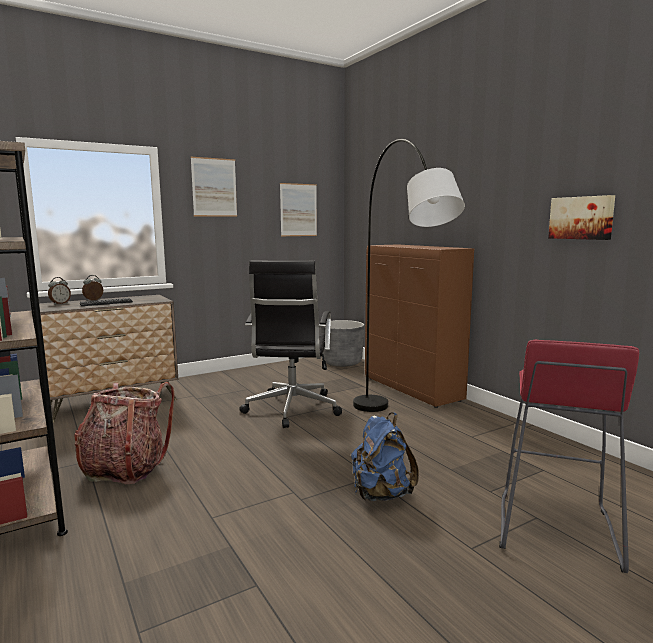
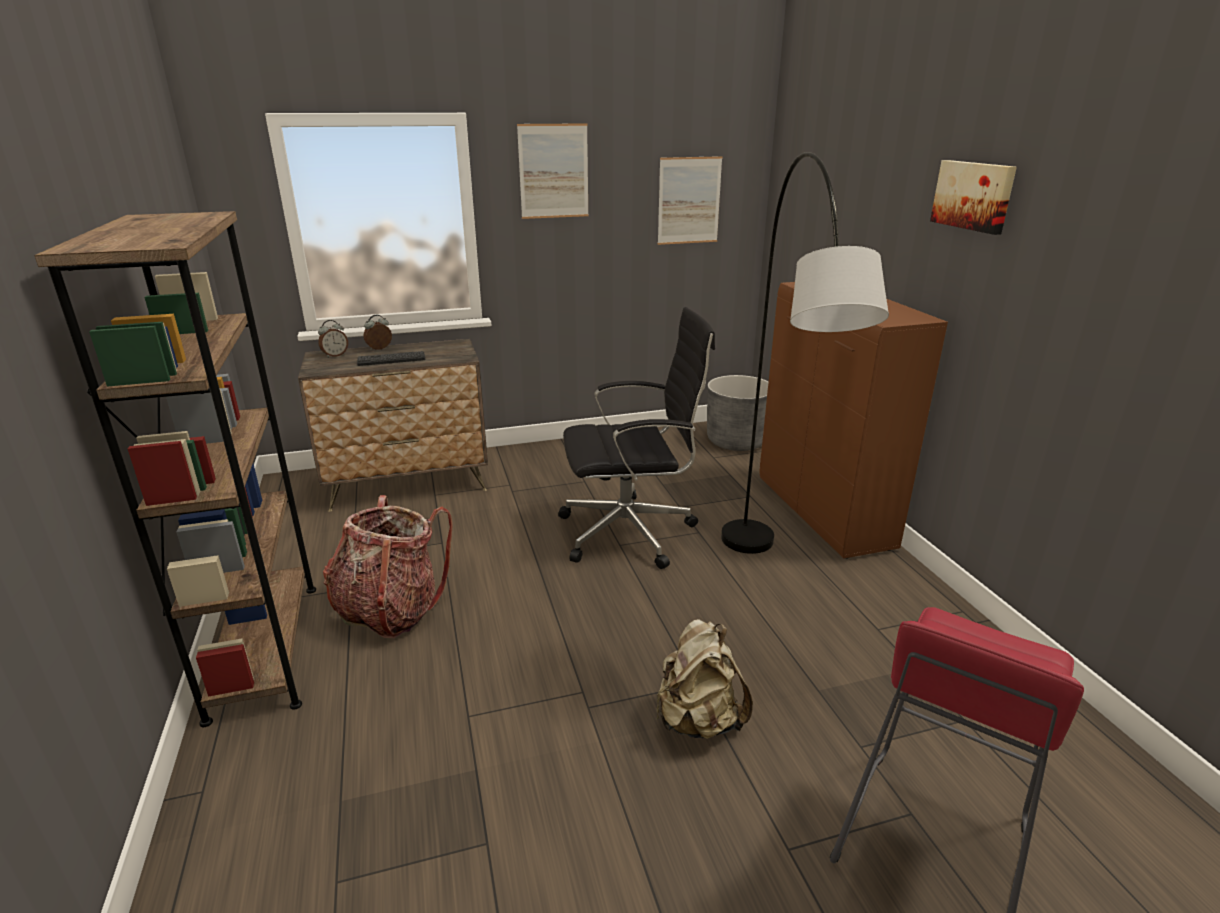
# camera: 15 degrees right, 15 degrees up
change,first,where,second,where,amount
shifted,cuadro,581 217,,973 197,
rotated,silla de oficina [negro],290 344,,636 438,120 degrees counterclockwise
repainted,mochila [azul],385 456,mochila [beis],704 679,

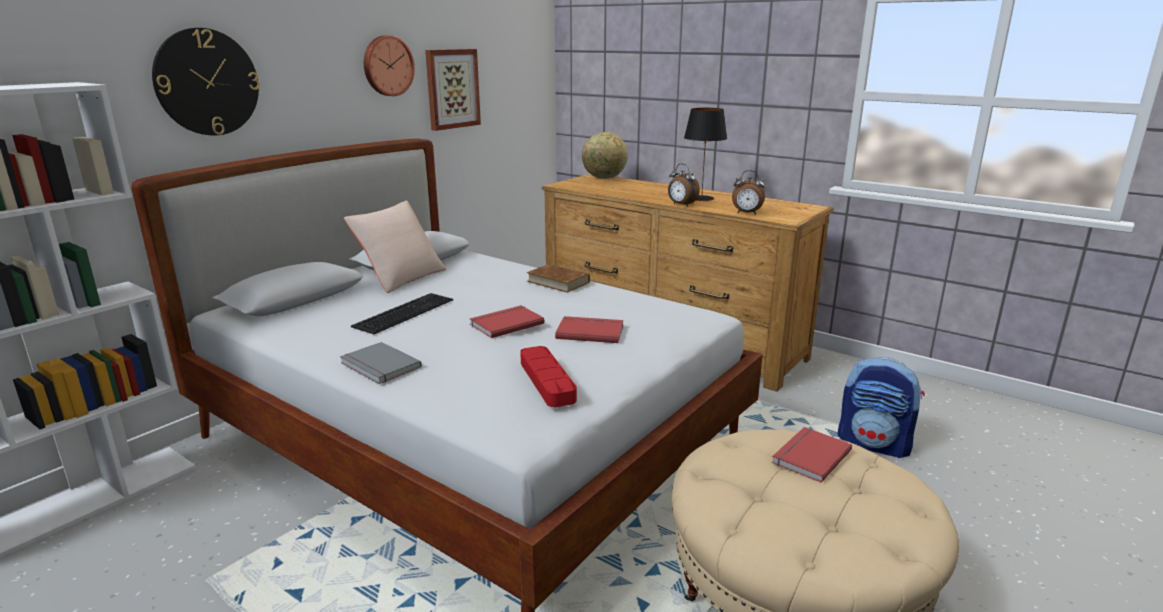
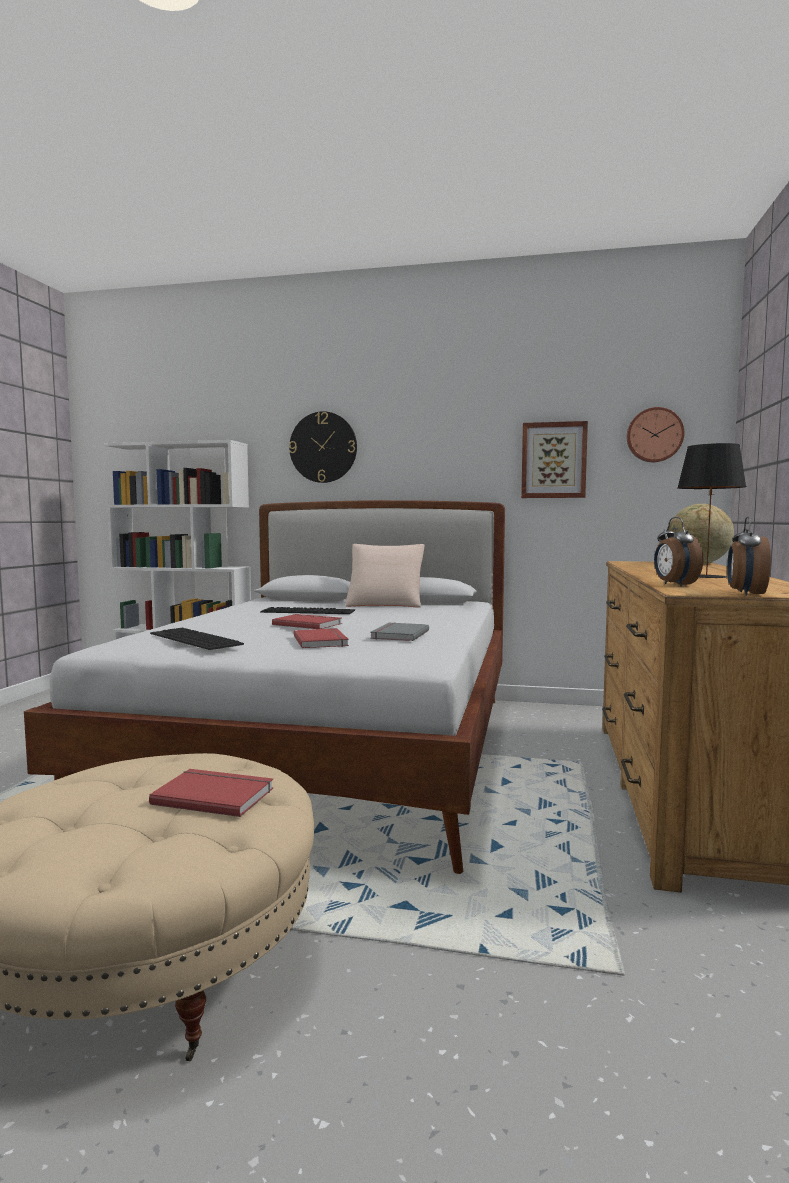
# camera: 65 degrees right, 15 degrees down
change,first,where,second,where,amount
shifted,reloj de pared,389 65,,655 434,
shifted,despertador,684 185,,749 556,
gone,libro [marrón],558 278,,,
shifted,libro [gris],381 363,,399 631,
swapped,bandeja [rojo],548 376,teclado,197 639,
gone,mochila,881 408,,,

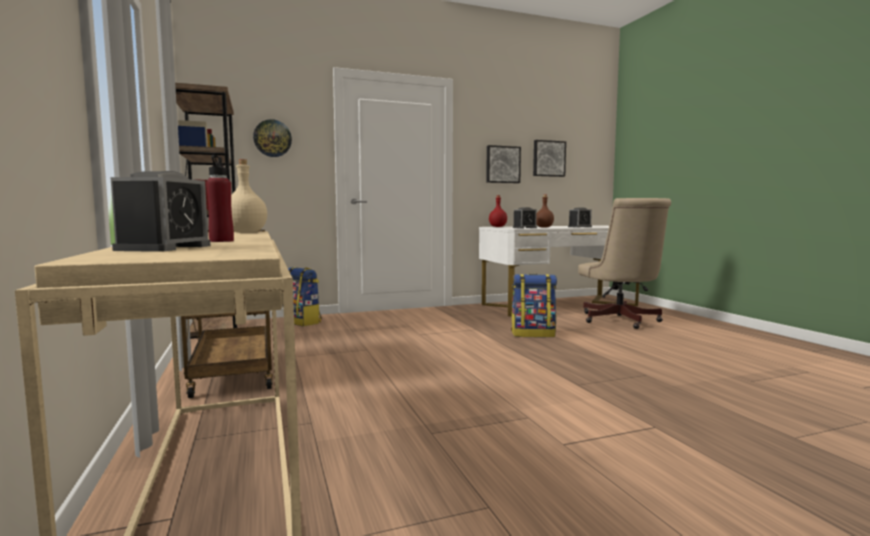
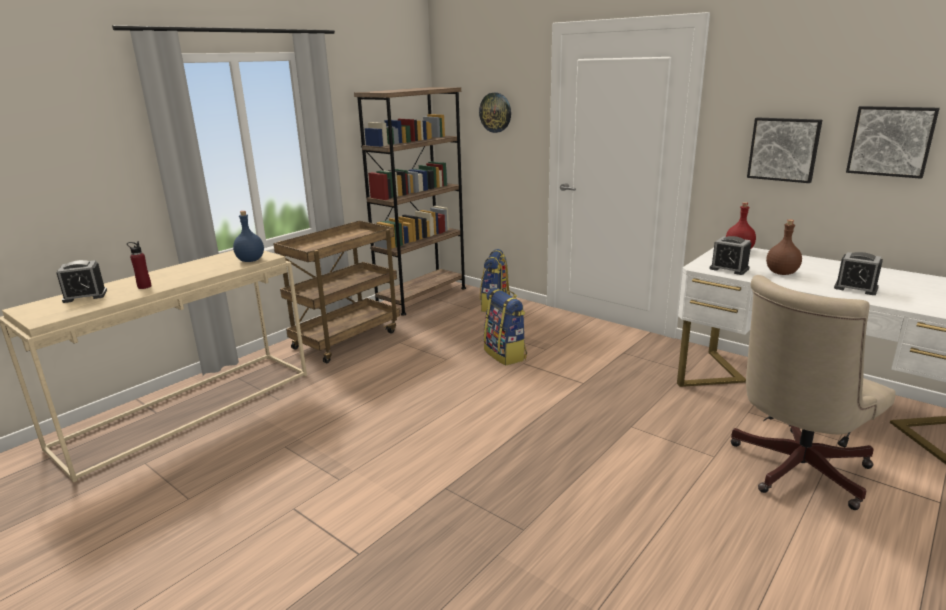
# camera: 60 degrees right, 15 degrees up
change,first,where,second,where,amount
repainted,botella [beis],249 196,botella [azul],248 236,
shifted,mochila,534 305,,505 327,

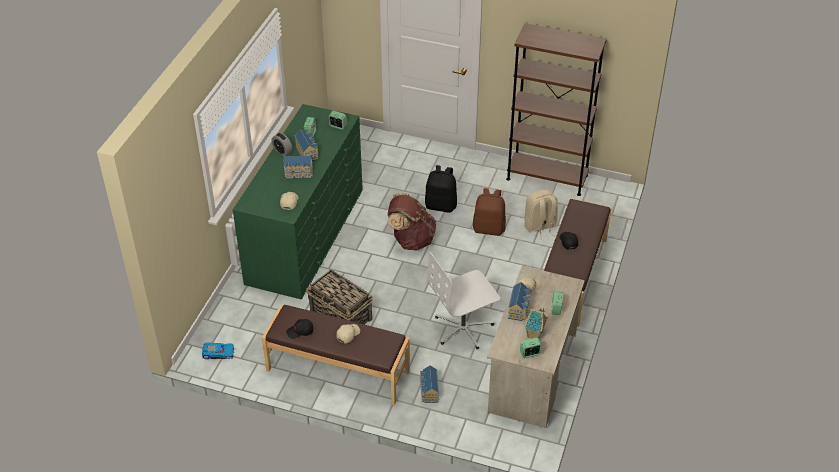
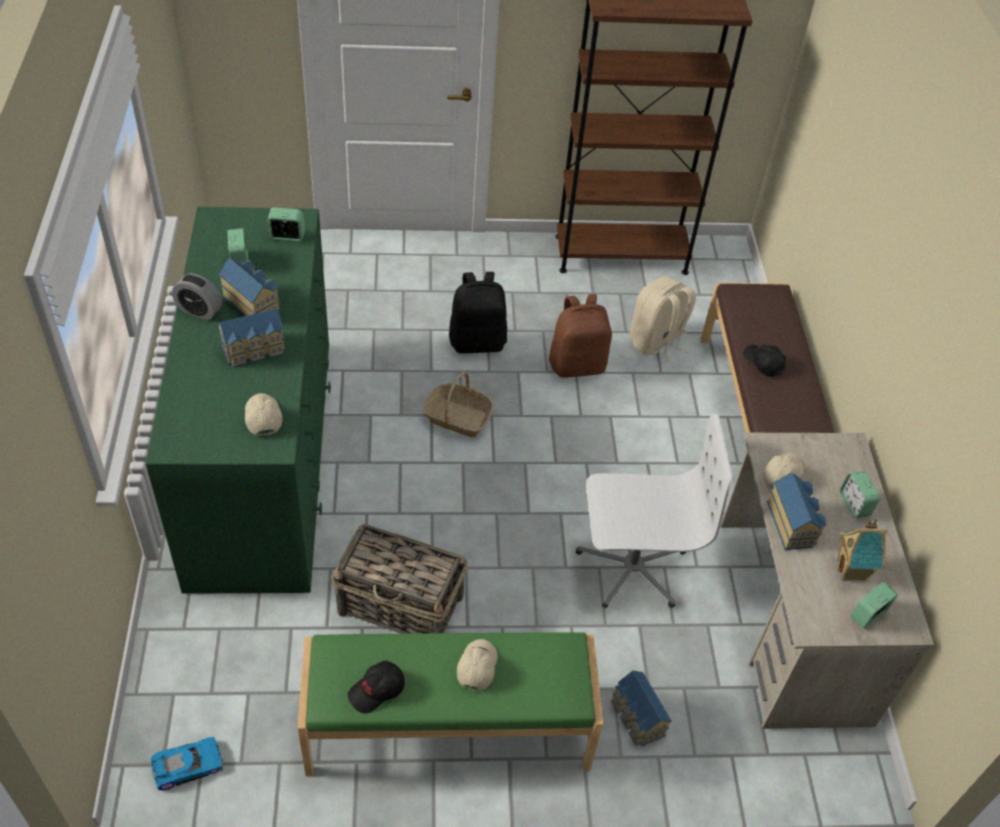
# camera: 25 degrees left, 5 degrees up
change,first,where,second,where,amount
swapped,mochila [marrón],412 221,cesta,458 404,
rotated,silla de oficina [blanco],463 300,,654 511,135 degrees counterclockwise
repainted,banco [marrón],336 355,banco [verde],450 704,

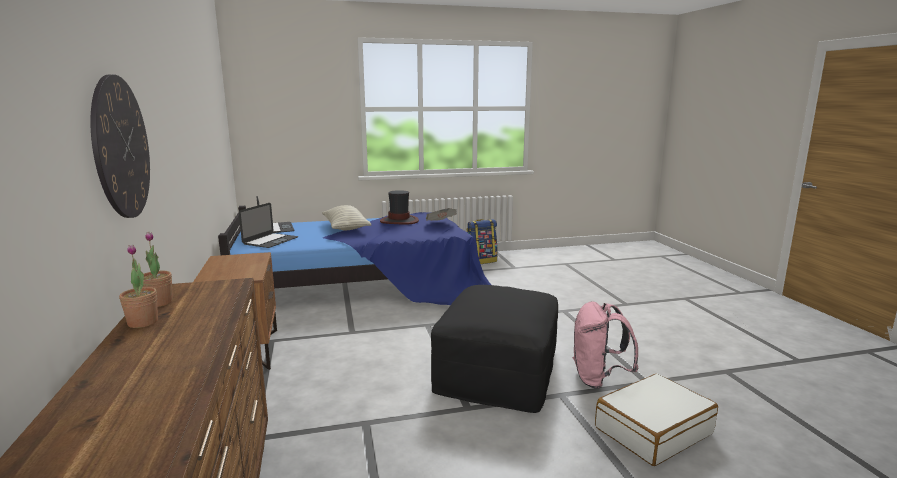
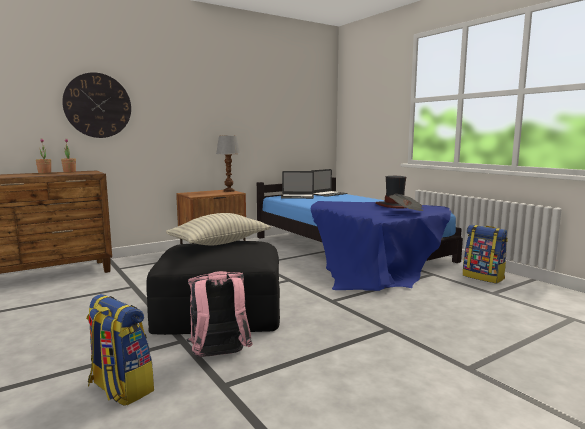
# camera: 70 degrees right, 5 degrees down
change,first,where,second,where,amount
shifted,cojín,347 217,,218 229,
swapped,maleta [blanco],656 420,mochila,120 350,
new,,,lámpara de mesa,228 164,

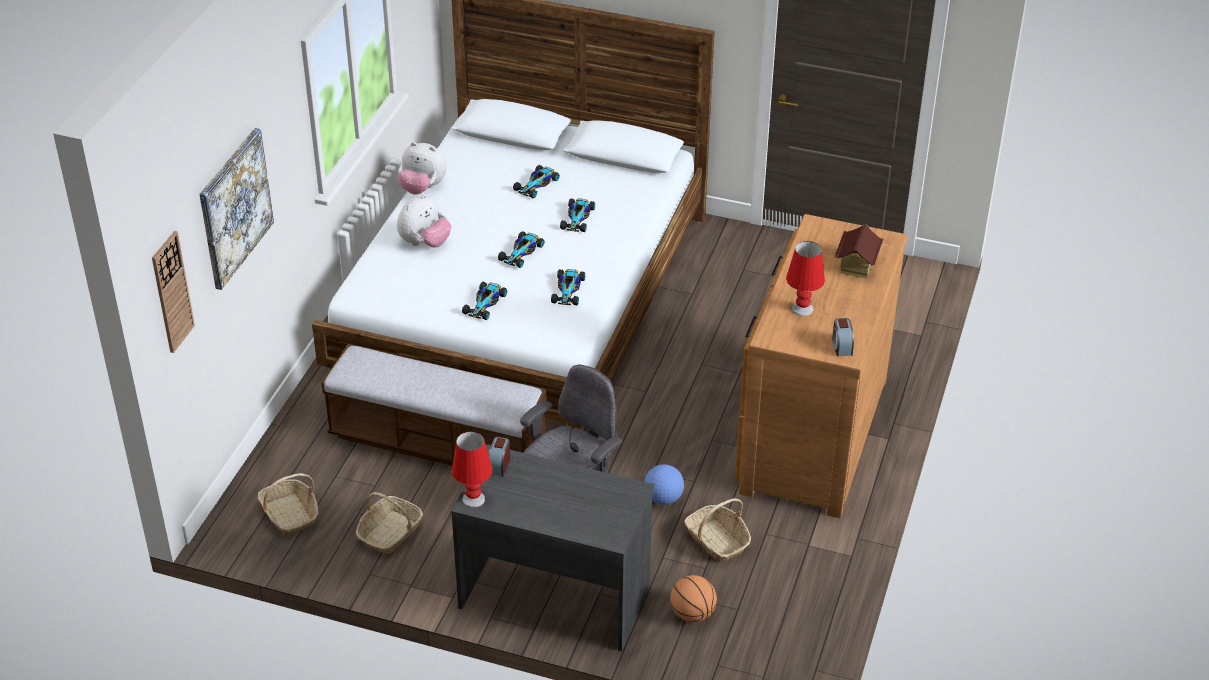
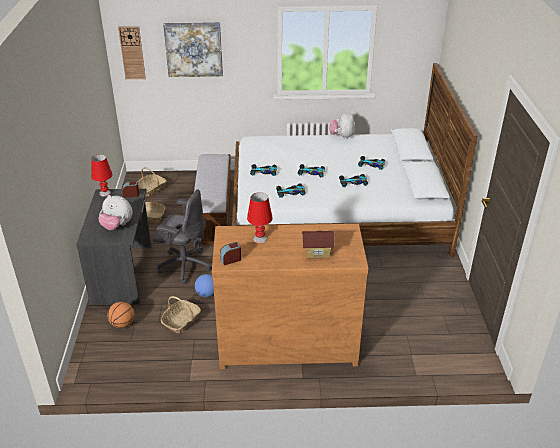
# camera: 70 degrees right, 5 degrees down
change,first,where,second,where,amount
shifted,peluche,424 221,,115 212,

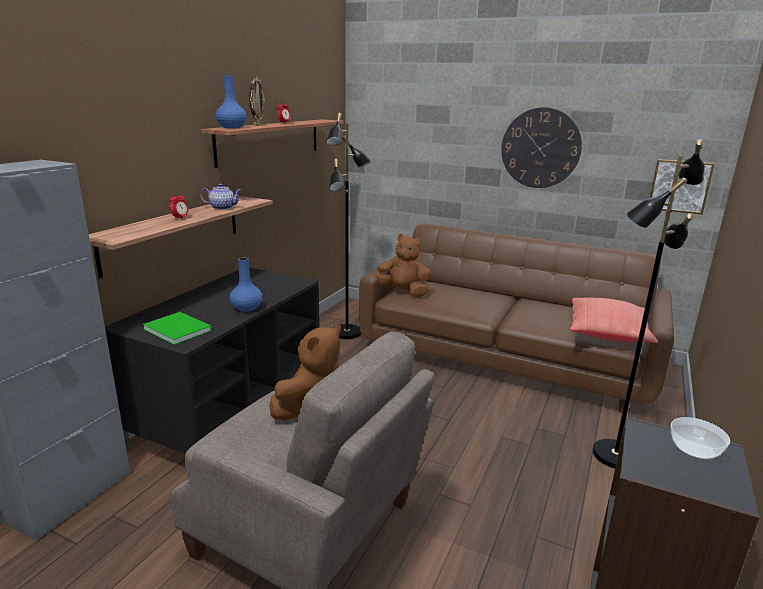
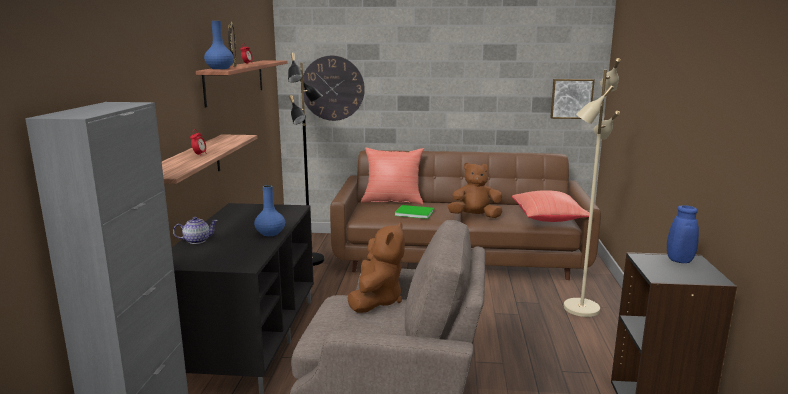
# camera: 20 degrees left, 5 degrees down
change,first,where,second,where,amount
shifted,reloj de pared,541 147,,333 88,
repainted,lámpara de pie [negro],649 303,lámpara de pie [beis],592 187,
shifted,tetera,221 196,,195 230,
shifted,peluche [marrón],403 265,,475 190,
shifted,libro [verde],177 328,,414 212,
swapped,cuenco,700 438,florero [azul],683 234,
new,,,cojín [rojo],392 176,

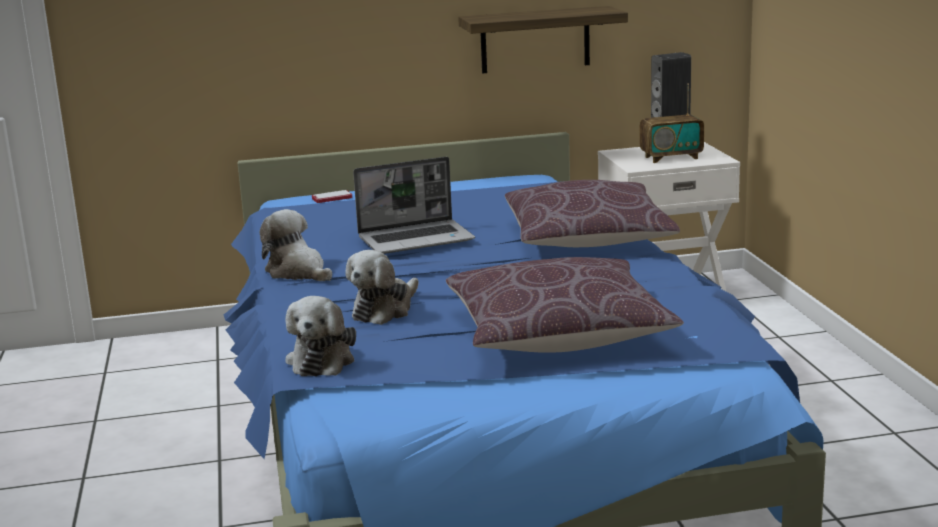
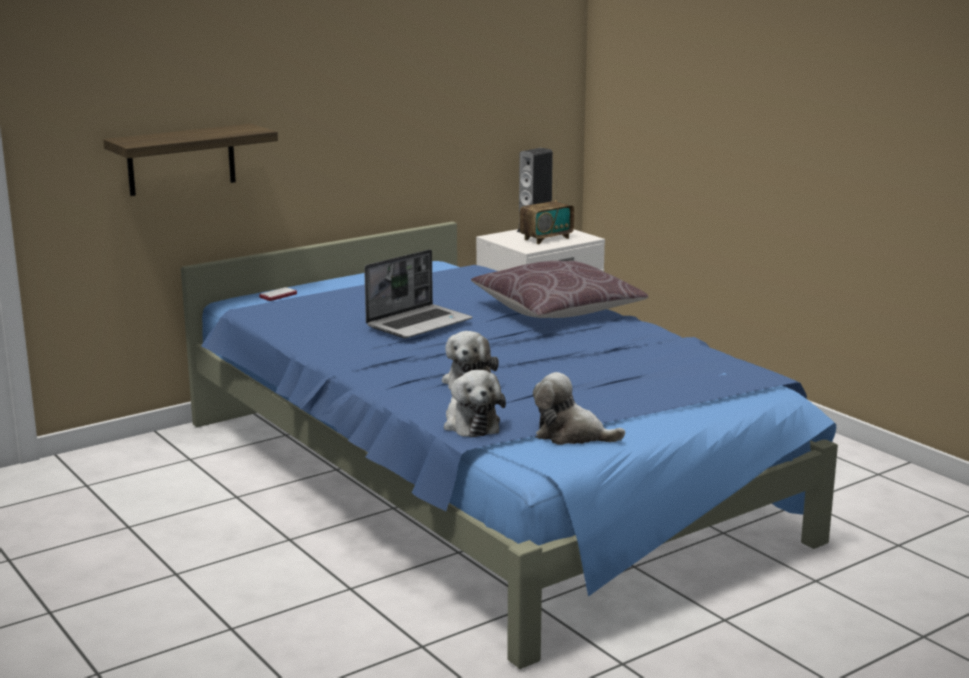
# camera: 25 degrees left, 0 degrees up
change,first,where,second,where,amount
shifted,estante,543 40,,191 160,
shifted,peluche,296 245,,579 408,
gone,cojín [marrón],565 305,,,

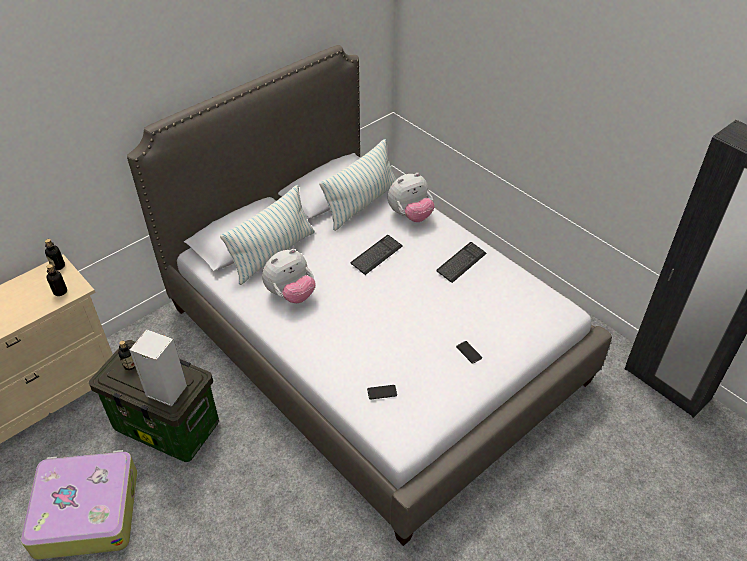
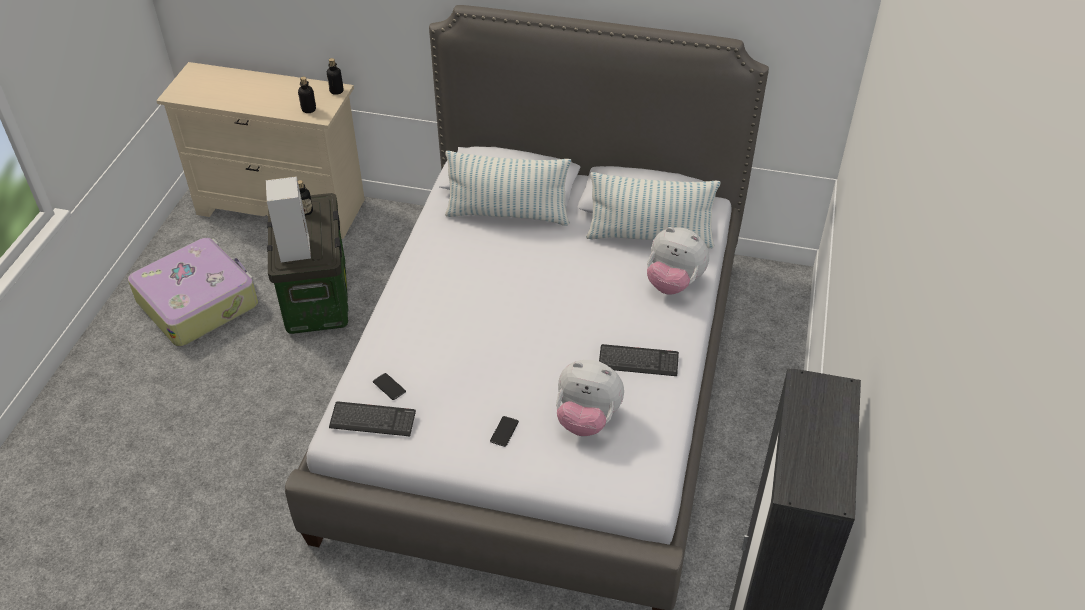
# camera: 55 degrees right, 0 degrees up
change,first,where,second,where,amount
shifted,teclado,377 255,,372 418,
shifted,peluche,289 276,,590 398,

